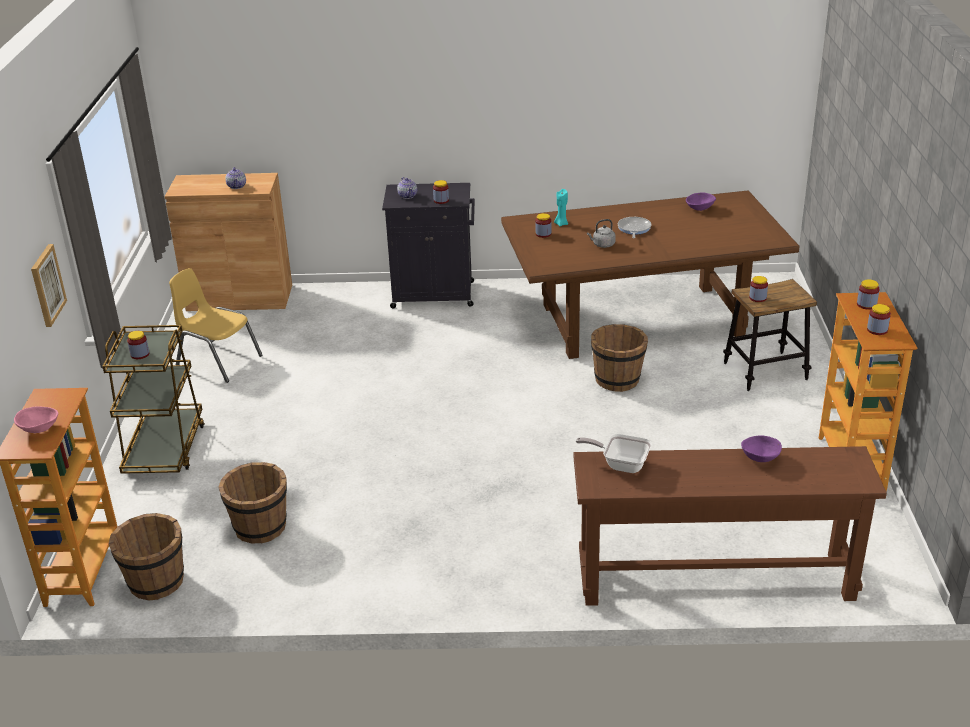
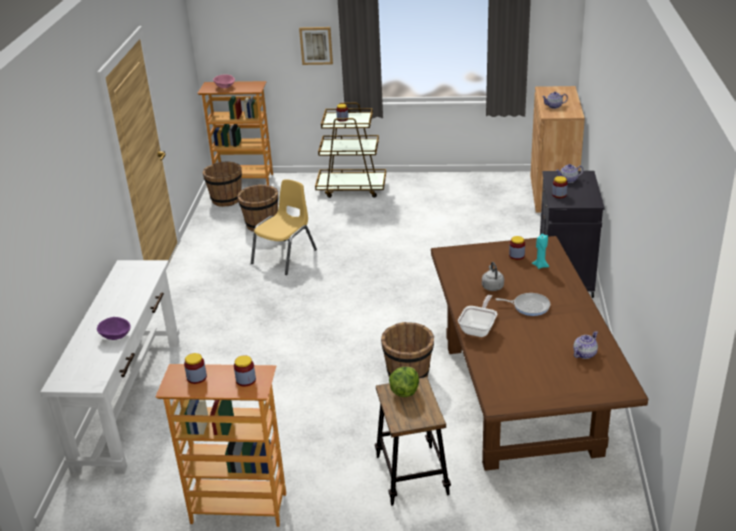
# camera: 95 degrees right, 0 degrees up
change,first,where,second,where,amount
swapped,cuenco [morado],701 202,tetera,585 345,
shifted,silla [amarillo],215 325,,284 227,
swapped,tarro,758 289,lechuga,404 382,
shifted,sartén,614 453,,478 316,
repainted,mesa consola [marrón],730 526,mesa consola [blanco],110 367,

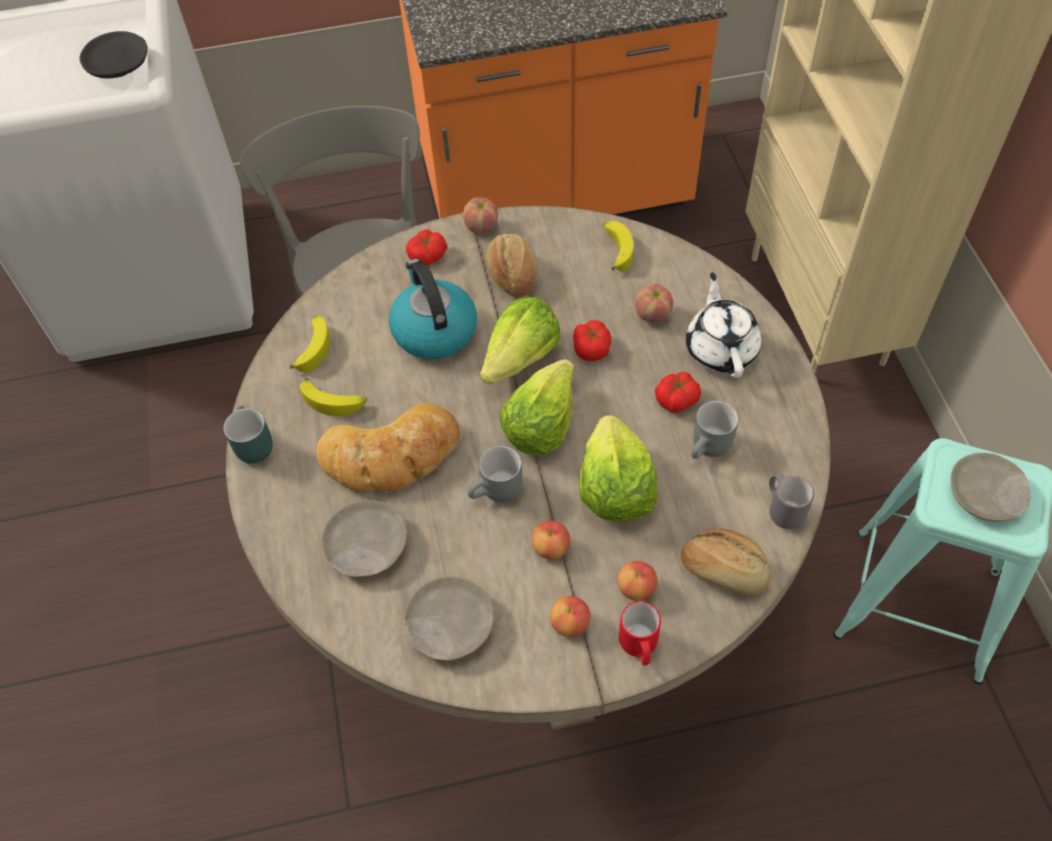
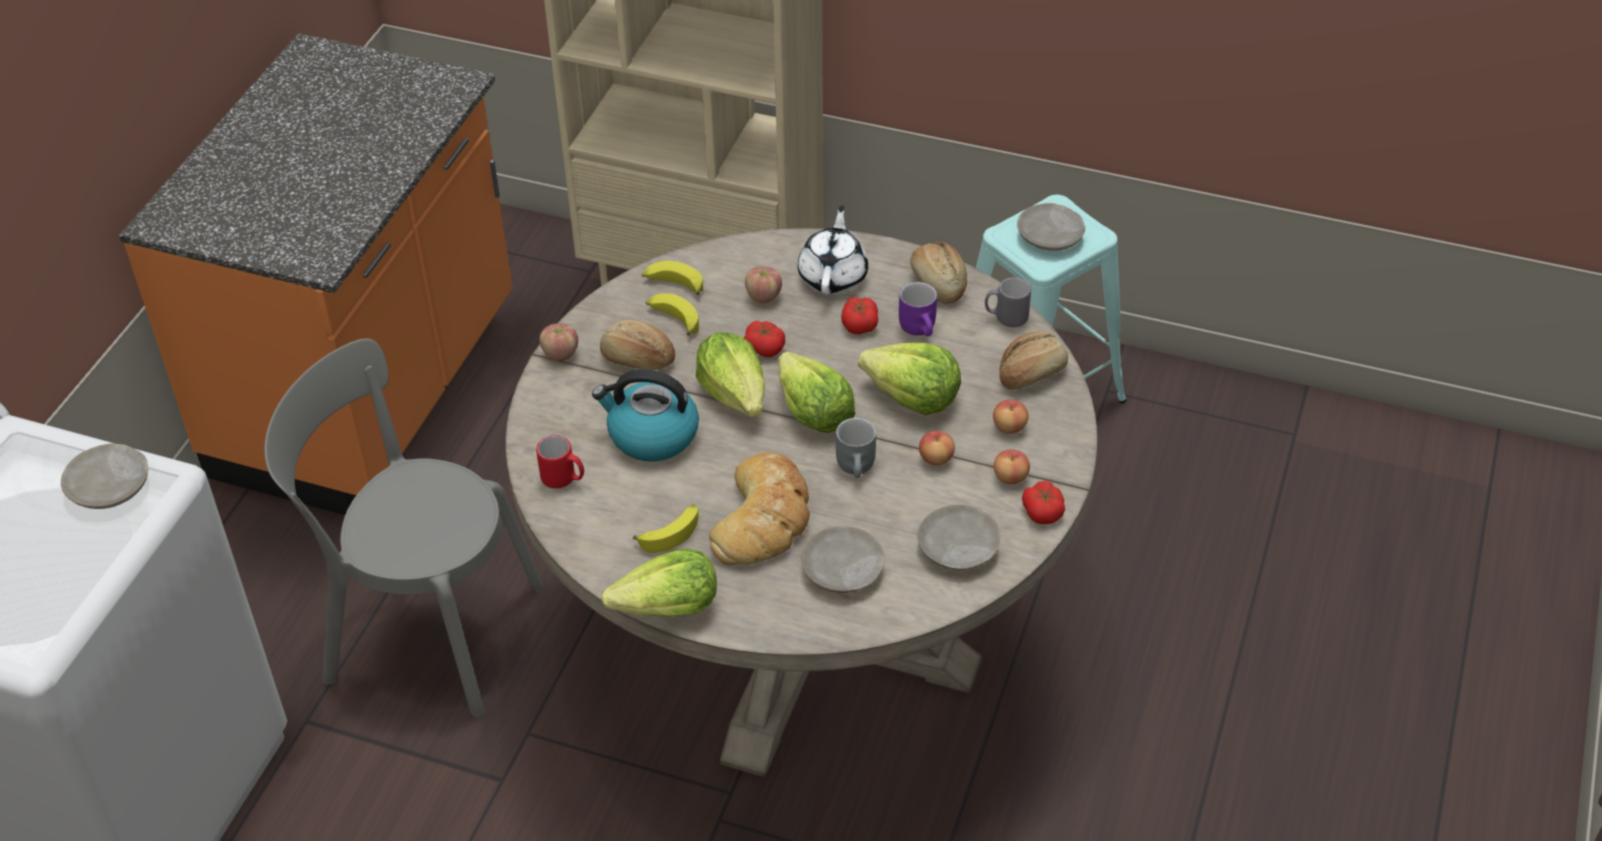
# camera: 60 degrees left, 10 degrees down
change,first,where,second,where,amount
repainted,plato [negro],113 54,plato [beis],104 476,
shifted,tomate,426 247,,1043 502,
rotated,tetera [blanco],724 325,,833 250,75 degrees clockwise
shifted,plátano,310 344,,672 314,
repainted,taza grande [gris],715 430,taza grande [morado],918 309,
swapped,taza grande [turquesa],248 435,lechuga,659 582,
shifted,taza grande [rojo],640 633,,560 461,
new,,,pan,938 273,

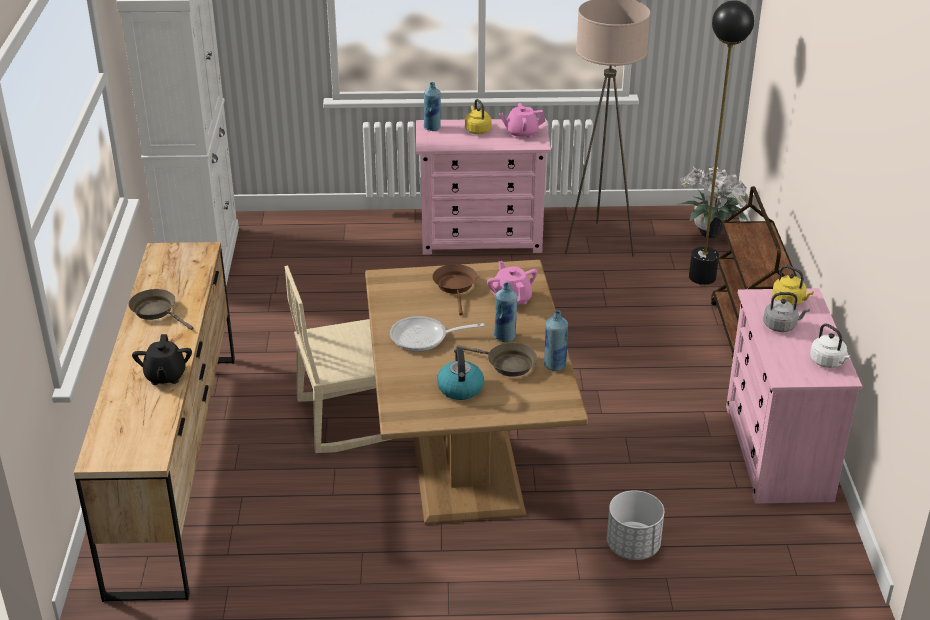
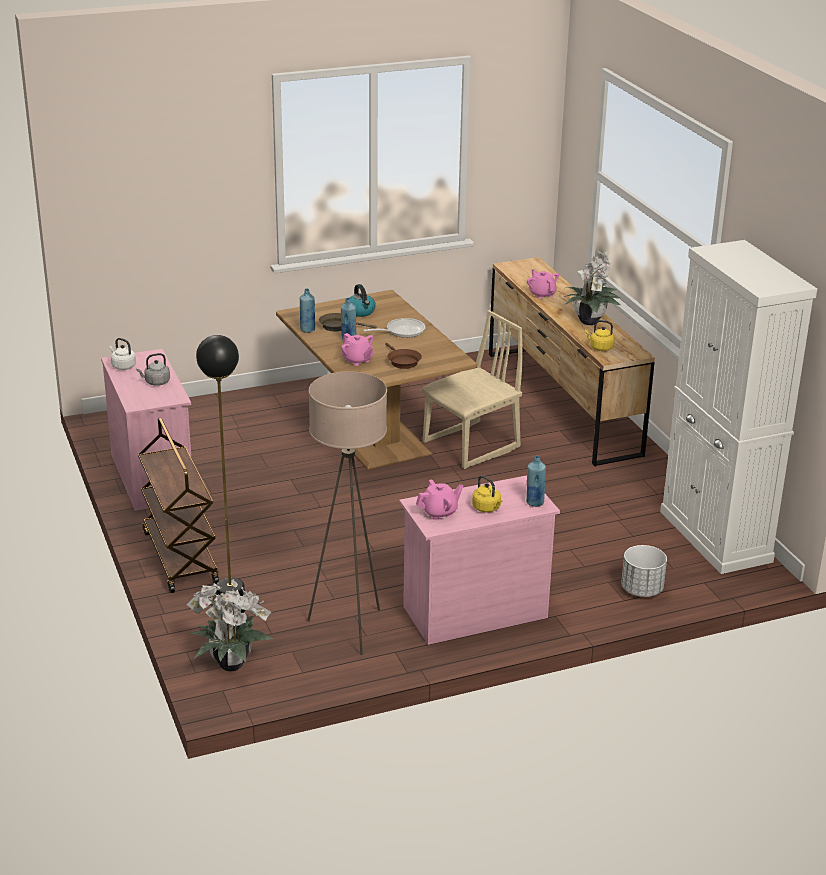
# camera: 160 degrees right, 5 degrees down
change,first,where,second,where,amount
shifted,hervidor [amarillo],793 285,,600 335,
swapped,sartén [marrón],161 309,planta en maceta,593 288,
repainted,tetera [negro],162 359,tetera [rosa],543 284,
shifted,maceta [blanco],635 525,,644 571,

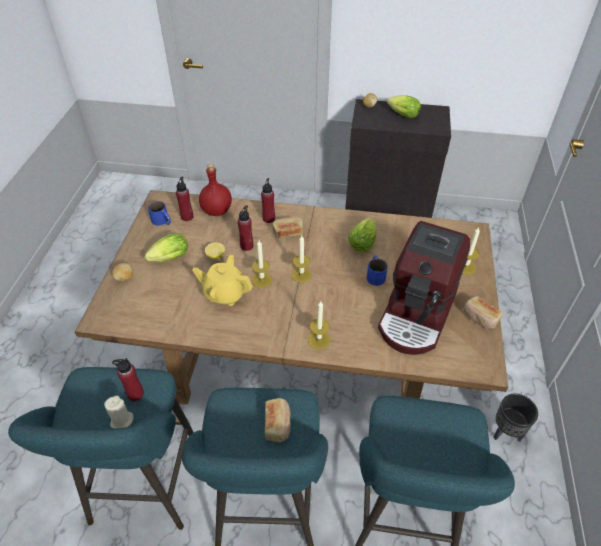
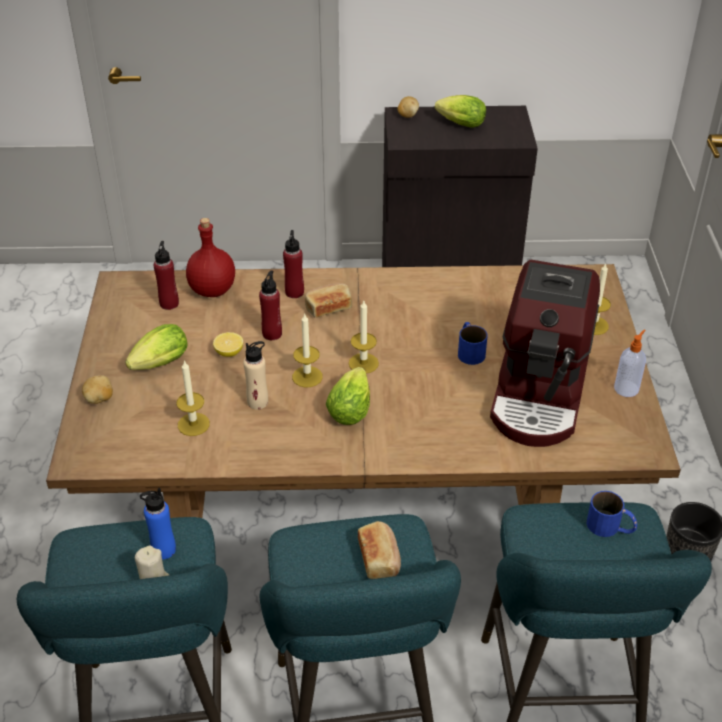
# camera: 10 degrees left, 5 degrees down
change,first,where,second,where,amount
shifted,taza grande [azul],159 213,,612 514,
shifted,lechuga,362 235,,348 396,
swapped,tetera [amarillo],222 280,botella [beis],255 375,
swapped,pan,483 312,dispensador de jabón,630 363,
shifted,vela,319 325,,193 398,
repainted,botella [rojo],128 379,botella [azul],158 523,

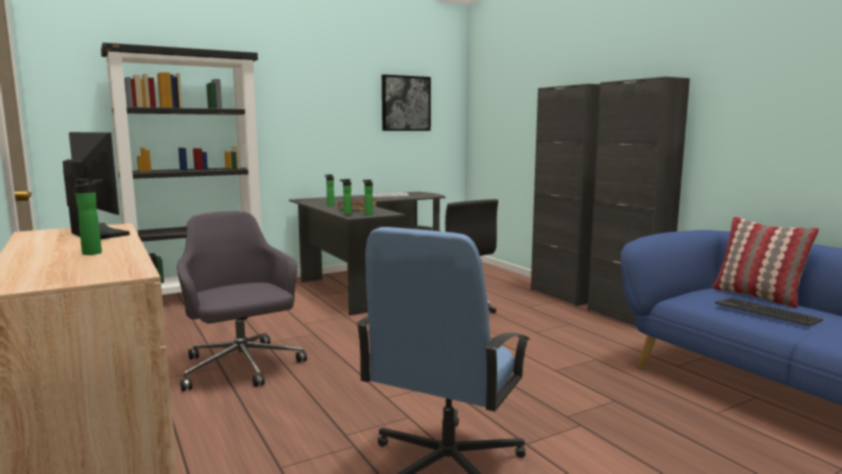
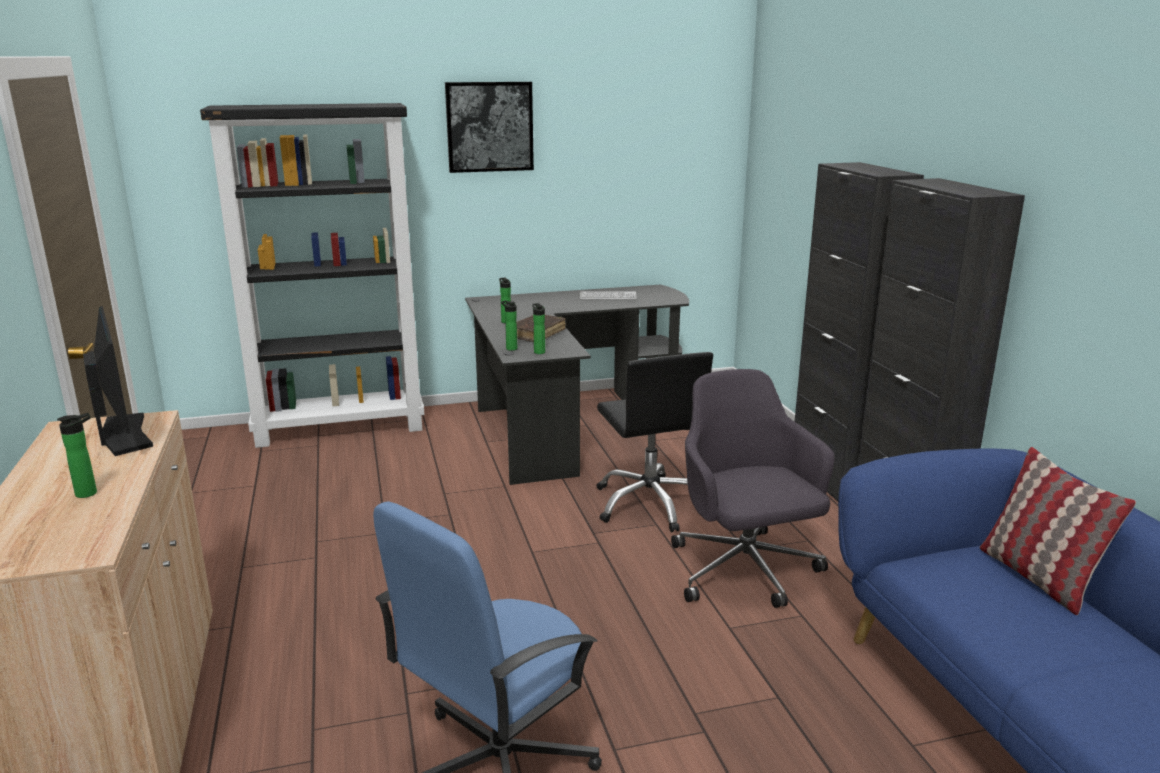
# camera: 15 degrees right, 10 degrees up
change,first,where,second,where,amount
shifted,cuadro,406 103,,489 127,
shifted,silla de oficina [gris],242 301,,753 488,
gone,teclado,769 312,,,

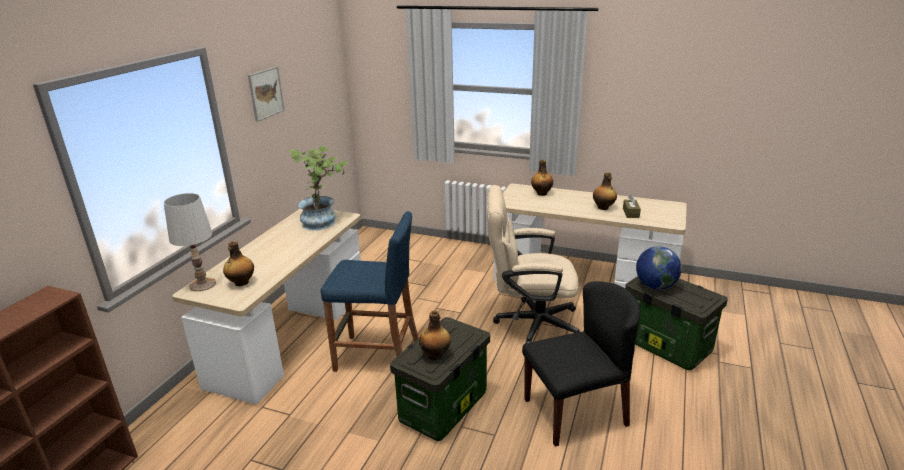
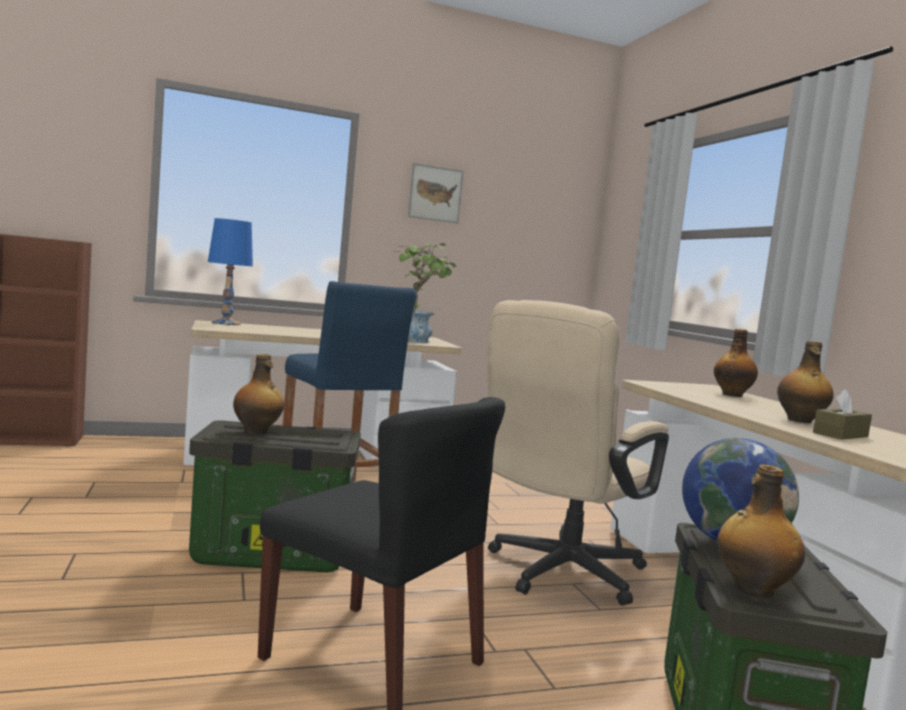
# camera: 50 degrees right, 20 degrees down
change,first,where,second,where,amount
rotated,silla de oficina [beis],533 264,,578 453,105 degrees counterclockwise
repainted,lámpara de mesa [blanco],190 242,lámpara de mesa [azul],230 271,
shifted,botella,238 263,,761 531,

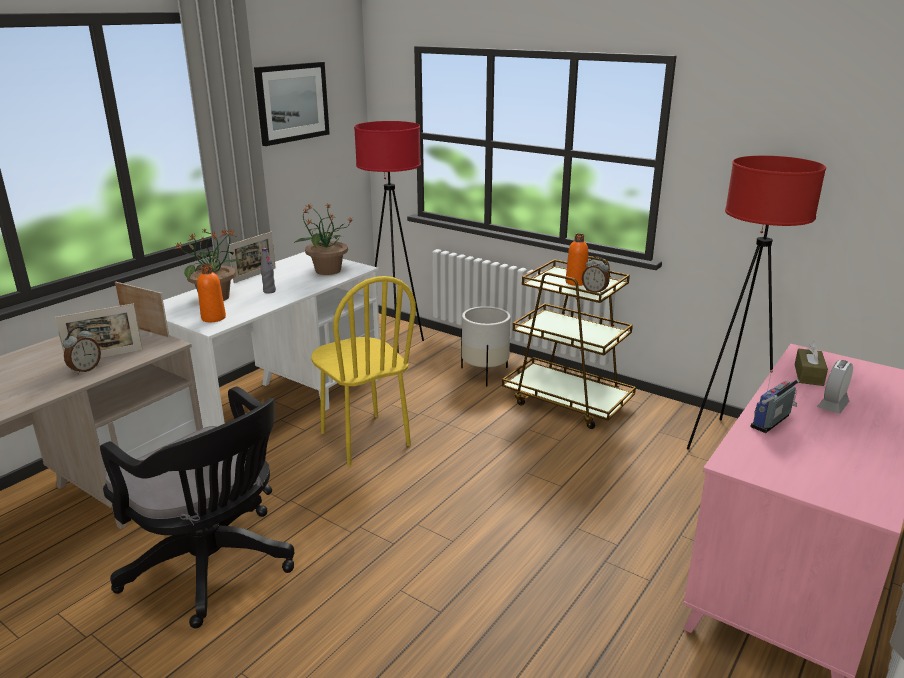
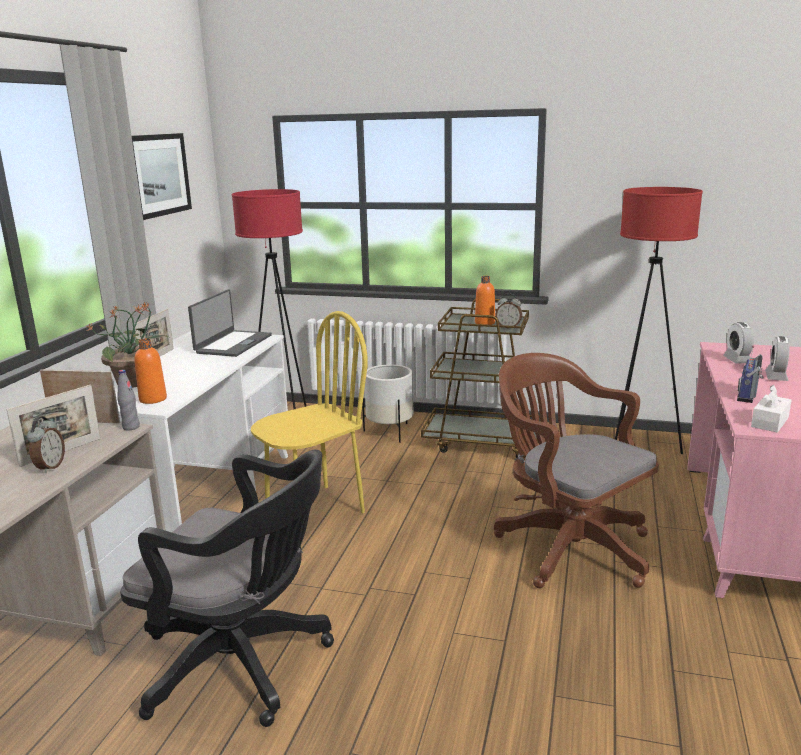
# camera: 20 degrees left, 5 degrees down
change,first,where,second,where,amount
swapped,planta en maceta,324 239,portátil,230 323,
shifted,botella [gris],268 271,,128 400,
rotated,silla [amarillo],363 371,,309 412,75 degrees counterclockwise
swapped,caja de pañuelos [marrón],811 363,despertador,738 343,
new,,,silla de oficina [marrón],576 470,
new,,,caja de pañuelos [blanco],771 409,

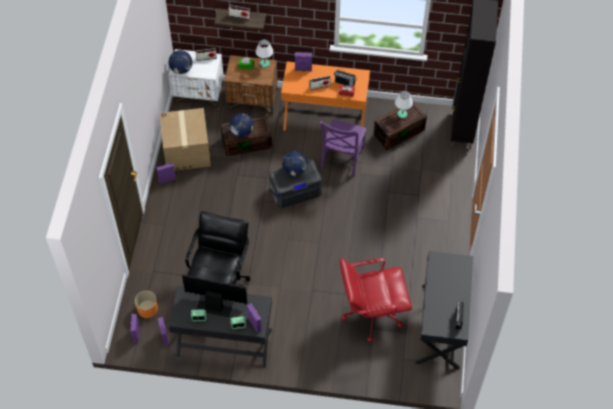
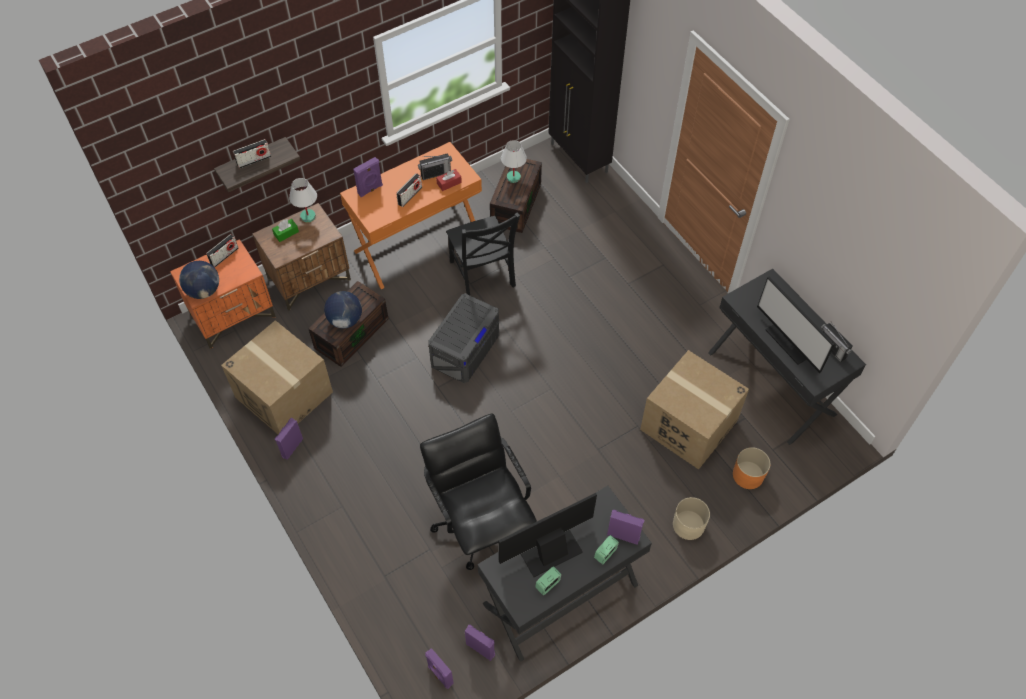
# camera: 40 degrees left, 0 degrees up
change,first,where,second,where,amount
repainted,mesita de noche [blanco],196 78,mesita de noche [naranja],223 294,
repainted,silla [morado],343 148,silla [negro],483 254,
gone,globo terráqueo,294 163,,,
swapped,silla de oficina [rojo],376 300,caja de cartón,694 410,
shifted,maceta [naranja],146 304,,751 468,
new,,,monitor,796 325,
new,,,maceta [beis],691 518,

